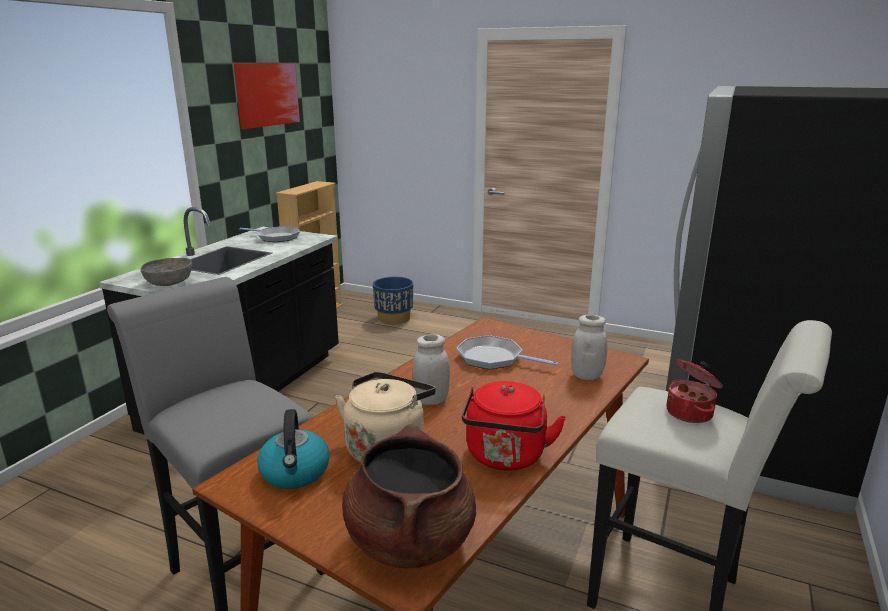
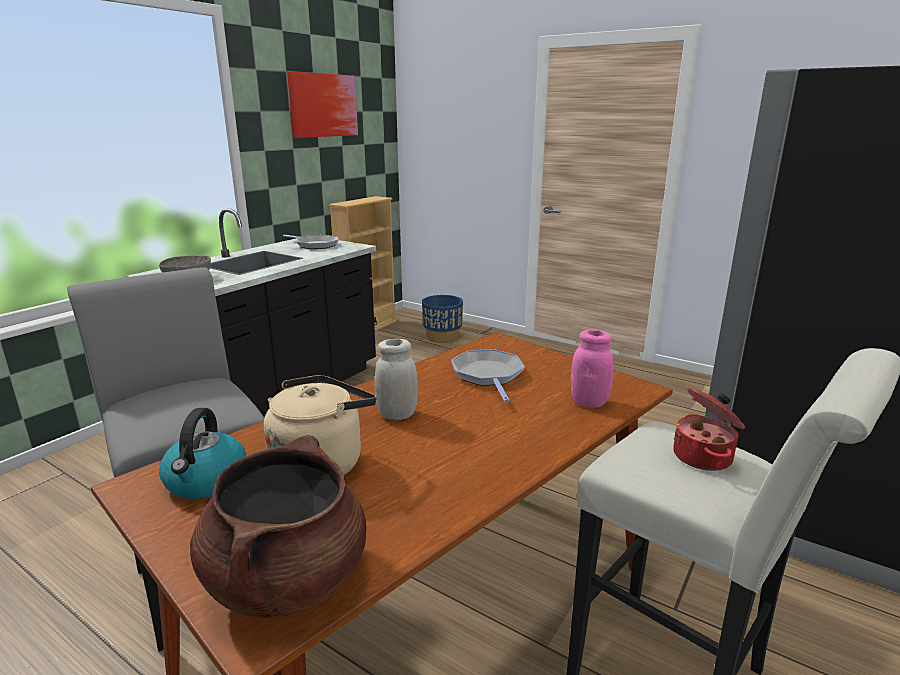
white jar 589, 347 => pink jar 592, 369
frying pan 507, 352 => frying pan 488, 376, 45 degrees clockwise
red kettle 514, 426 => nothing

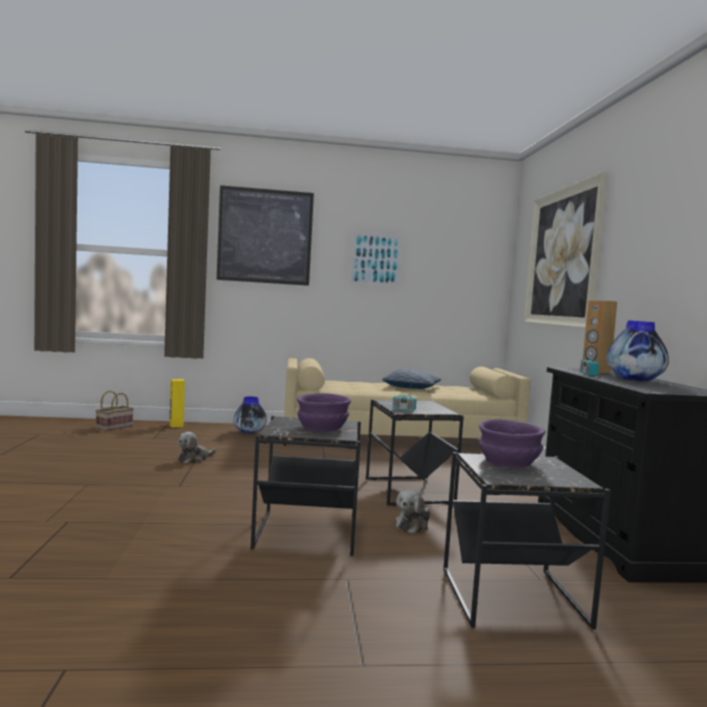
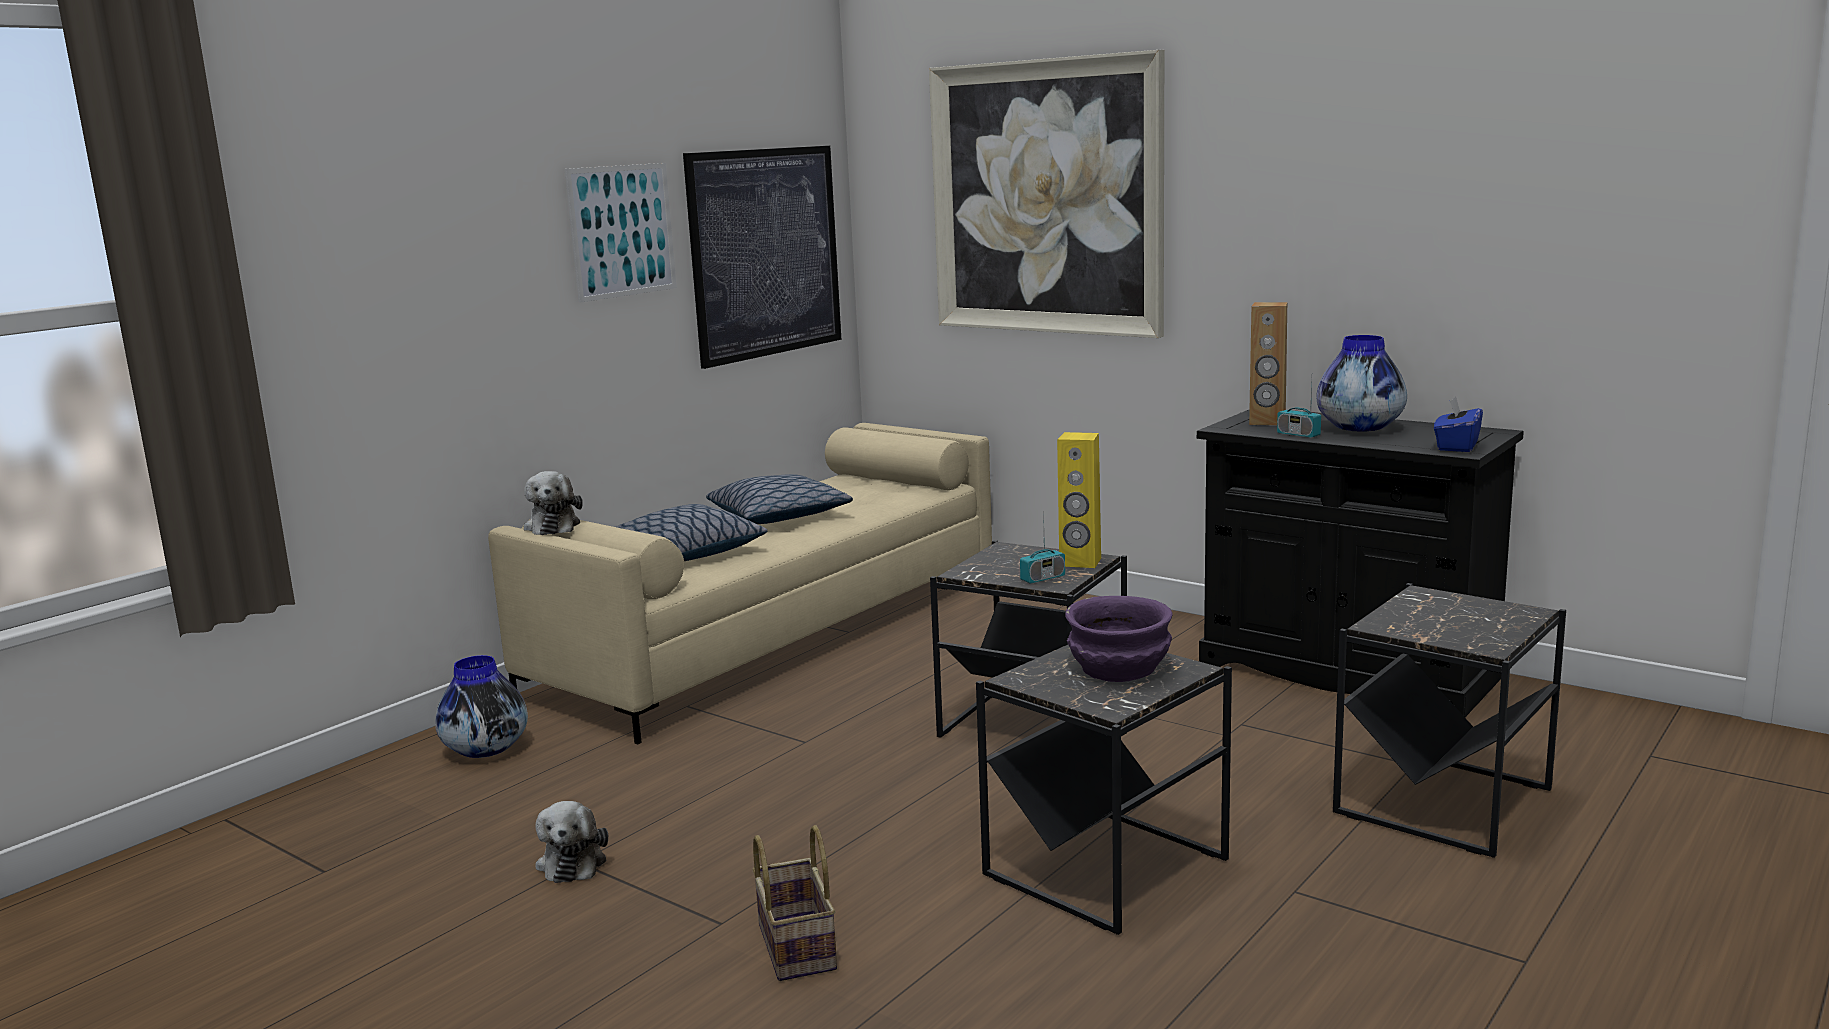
picture 265, 235 => picture 762, 257, relocated
yellow speaker 177, 403 => yellow speaker 1079, 500, relocated
basket 114, 411 => basket 795, 903, relocated
purple bowl 512, 443 => nothing
plush toy 413, 512 => plush toy 553, 503, relocated
nothing => blue tissue box 1458, 424
nothing => pillow 691, 532

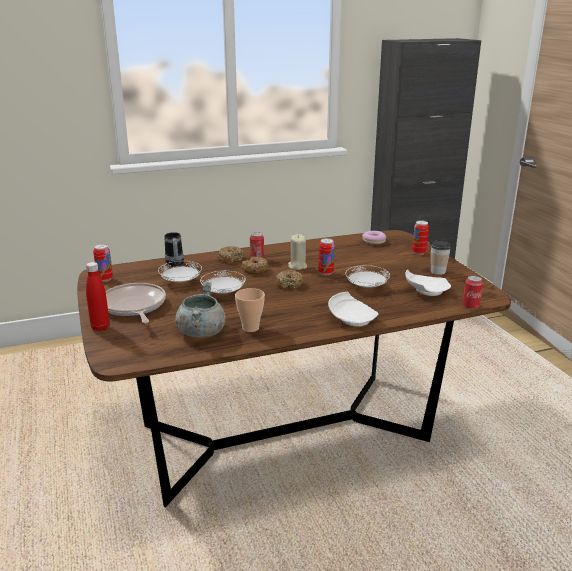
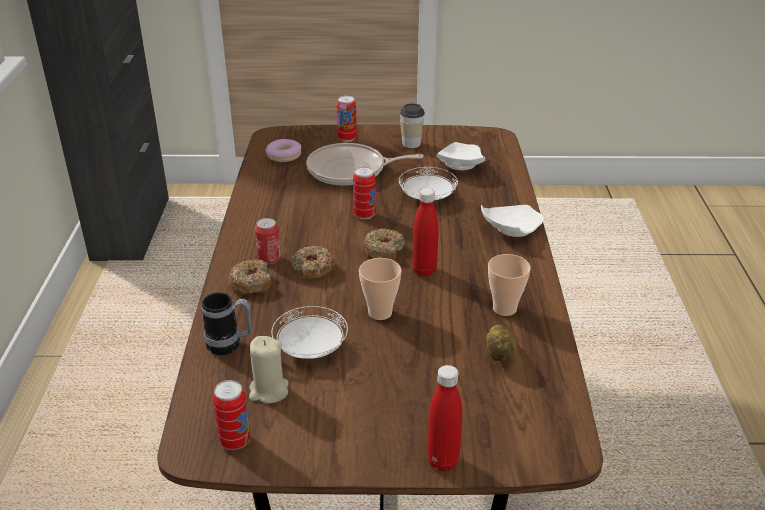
beige candle 297, 252 => beige candle 268, 369, relocated
white plate 223, 282 => cup 380, 289
can 473, 292 => nothing
grey cooking pot 200, 309 => potato 501, 343
frying pan 135, 303 => frying pan 365, 164, relocated
nothing => red bottle 425, 232

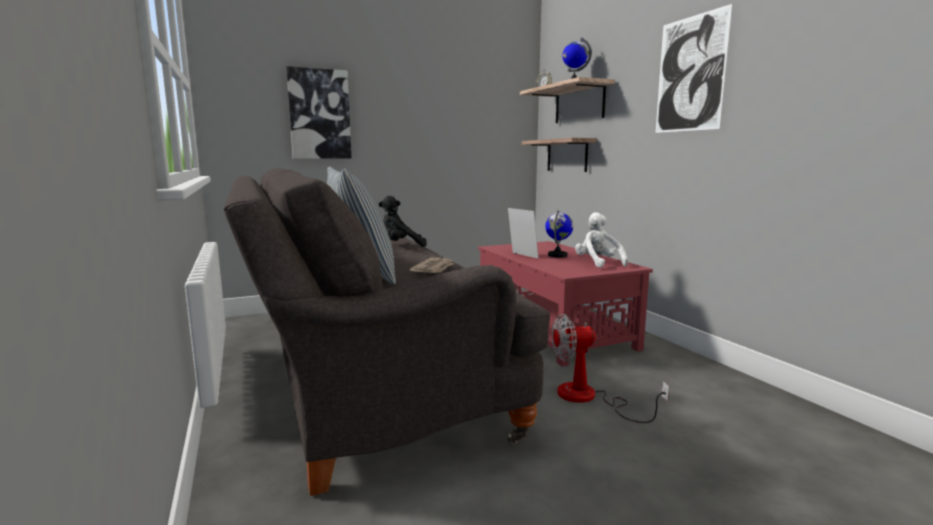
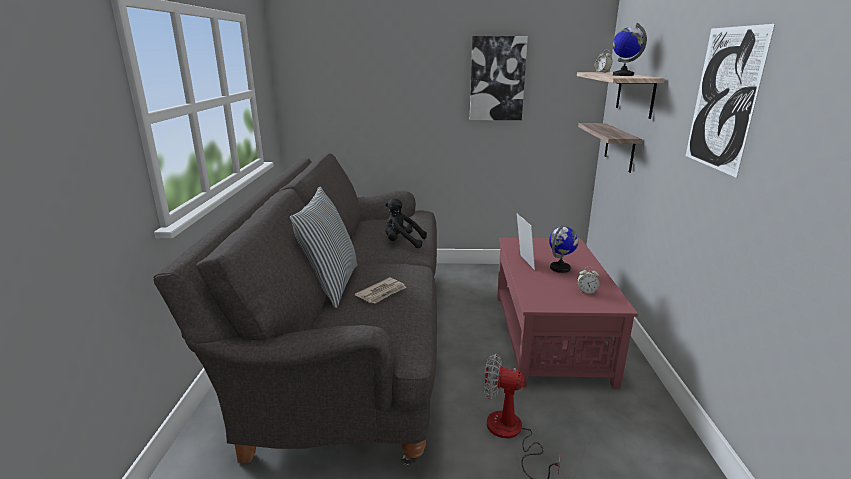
picture 319, 112 => picture 499, 78, relocated
white plush toy 601, 240 => alarm clock 588, 280

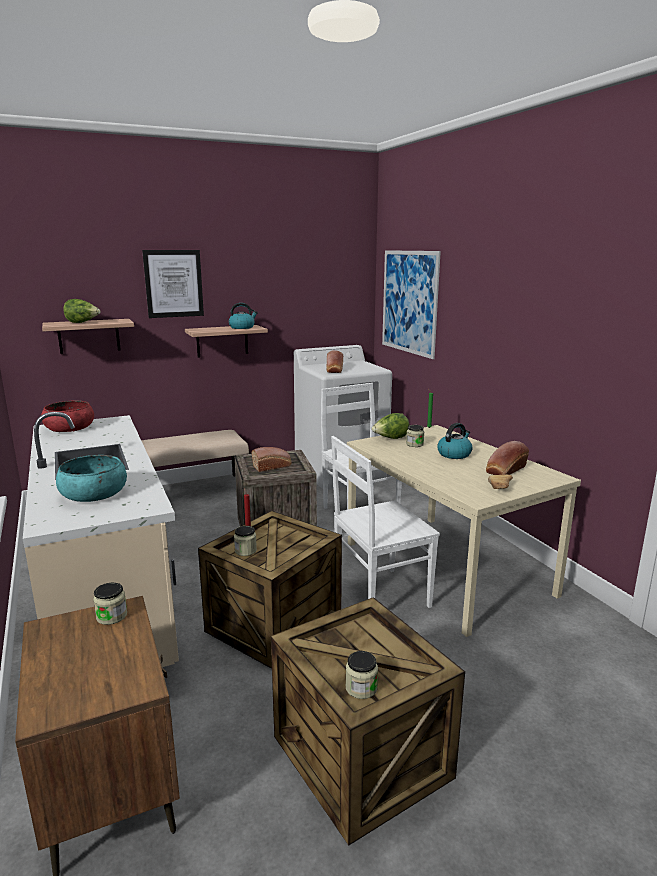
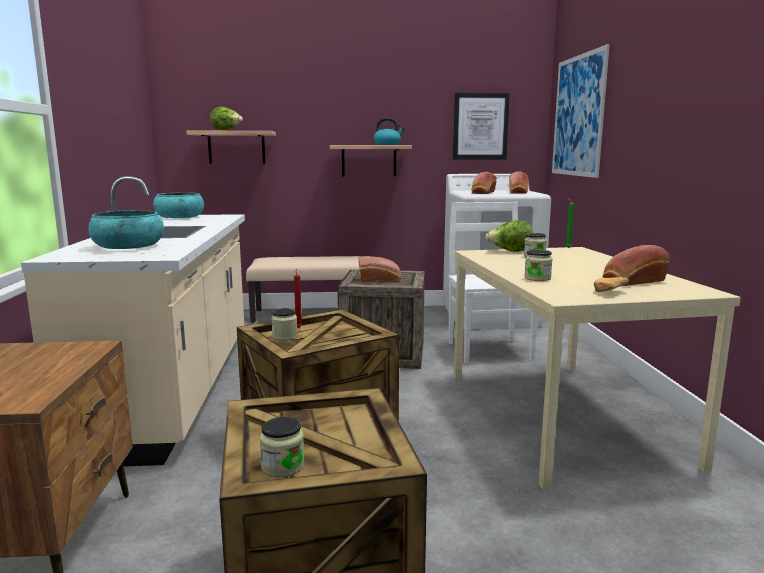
picture 173, 284 => picture 481, 126, relocated
red bowl 67, 416 => turquoise bowl 178, 205
kettle 455, 441 => nothing
white chair 385, 522 => nothing
jar 110, 604 => jar 538, 265, relocated
nothing => bread 519, 183

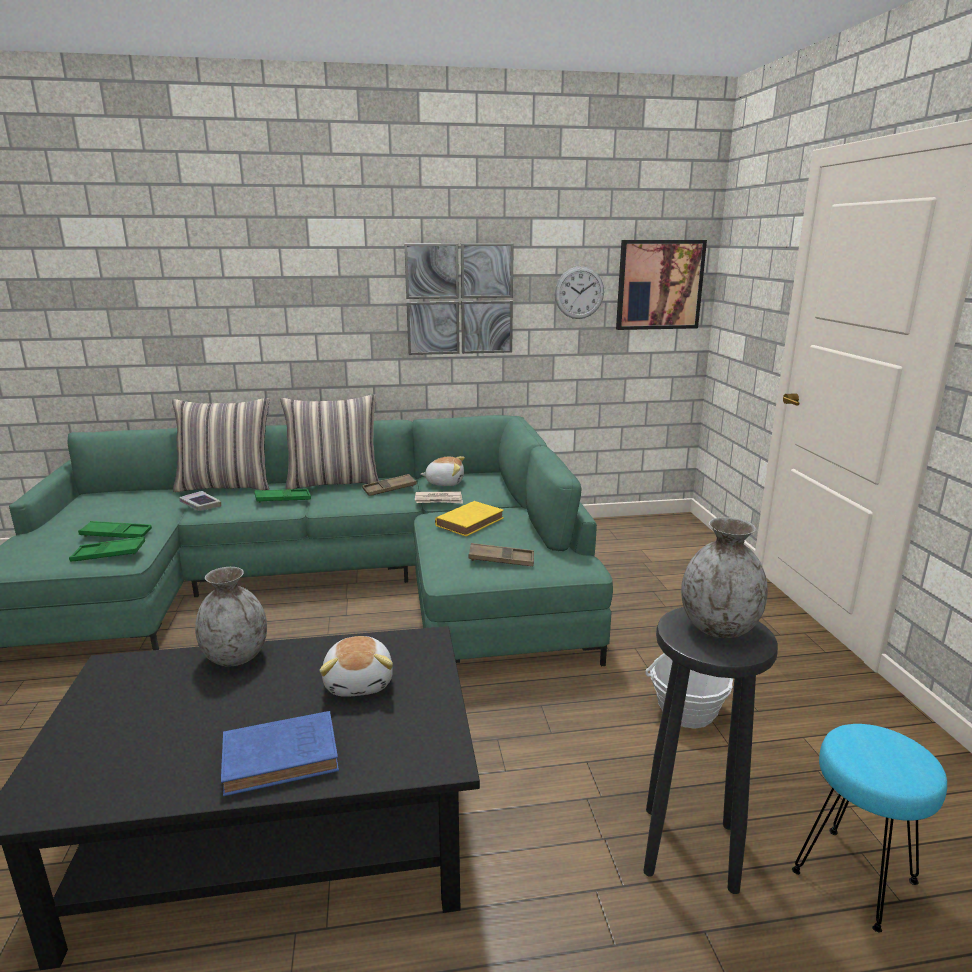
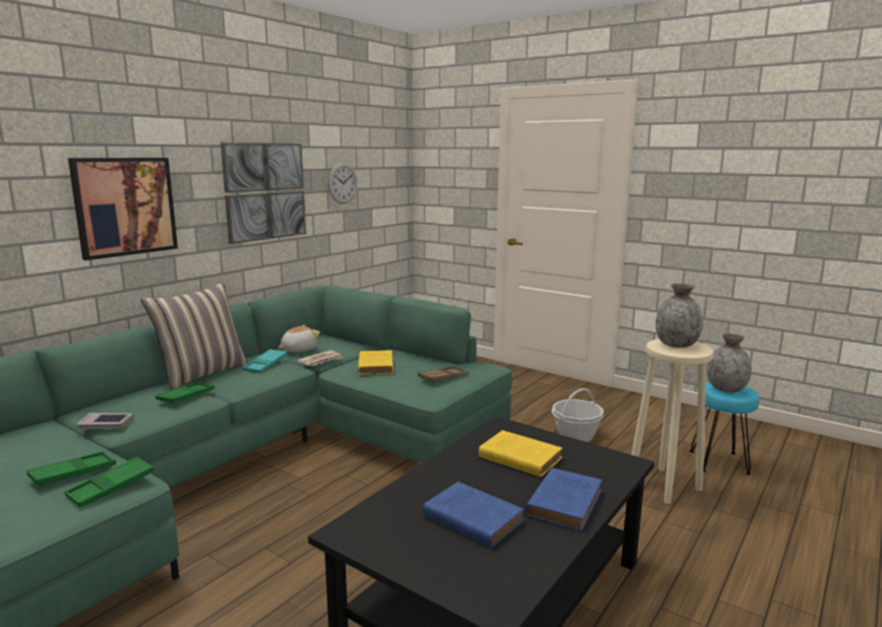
picture 661, 285 => picture 123, 209, relocated
pillow 220, 445 => nothing
brown tray 389, 485 => turquoise tray 265, 361
grey vase 231, 617 => grey vase 729, 363, relocated
black stool 711, 750 => beige stool 673, 421
plush toy 356, 666 => yellow book 520, 453
nothing => blue book 473, 515

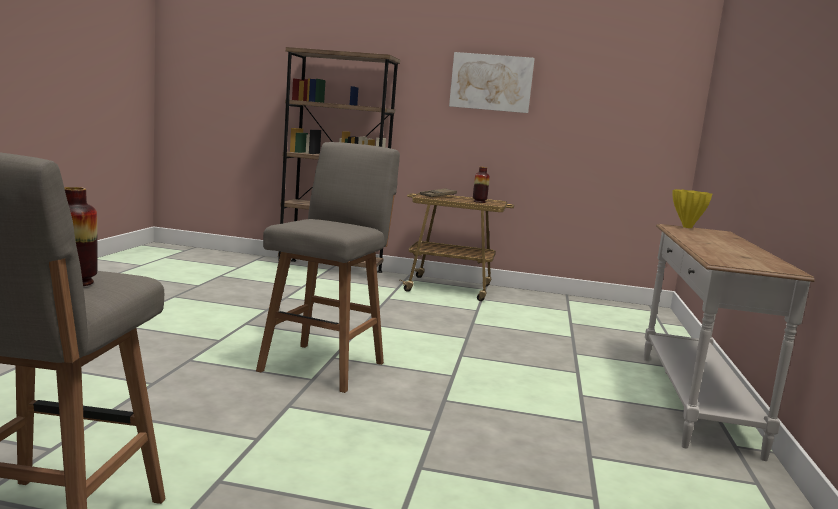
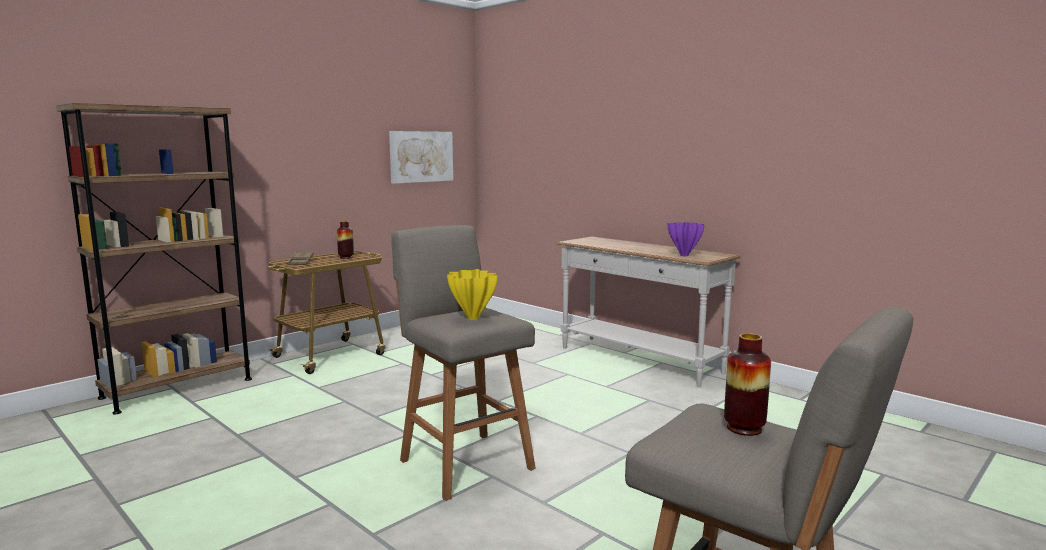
picture 492, 82 => picture 421, 157, relocated
yellow vase 692, 208 => yellow vase 472, 294, relocated
nothing => purple vase 686, 239

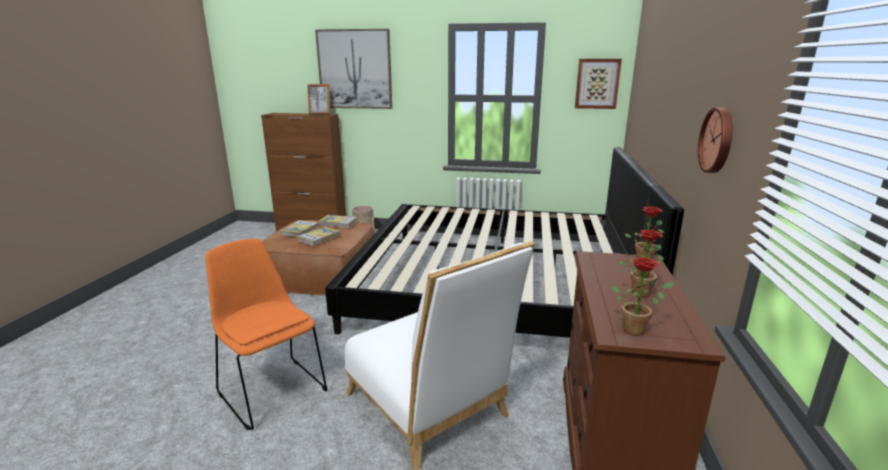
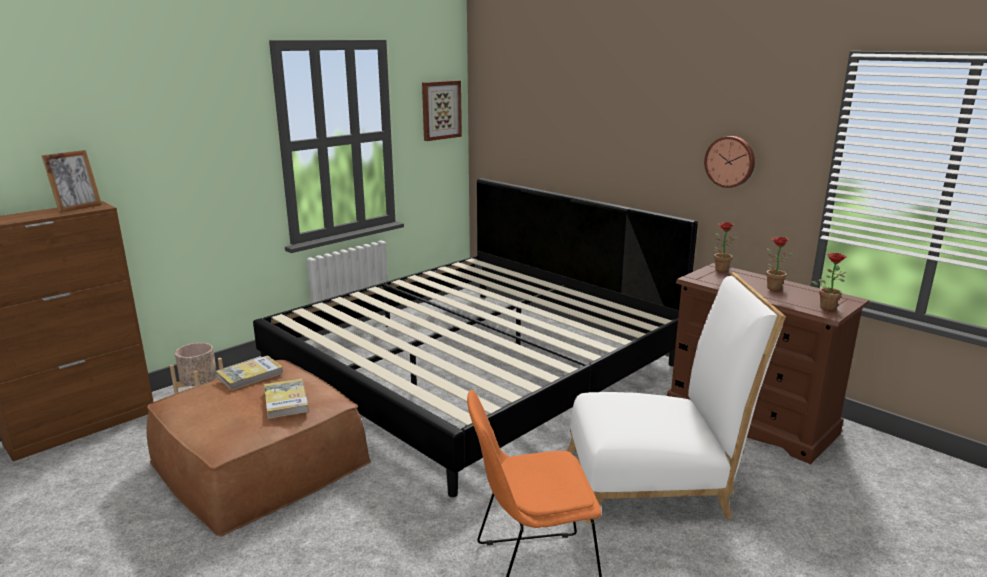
picture 353, 69 => nothing
book 299, 228 => nothing

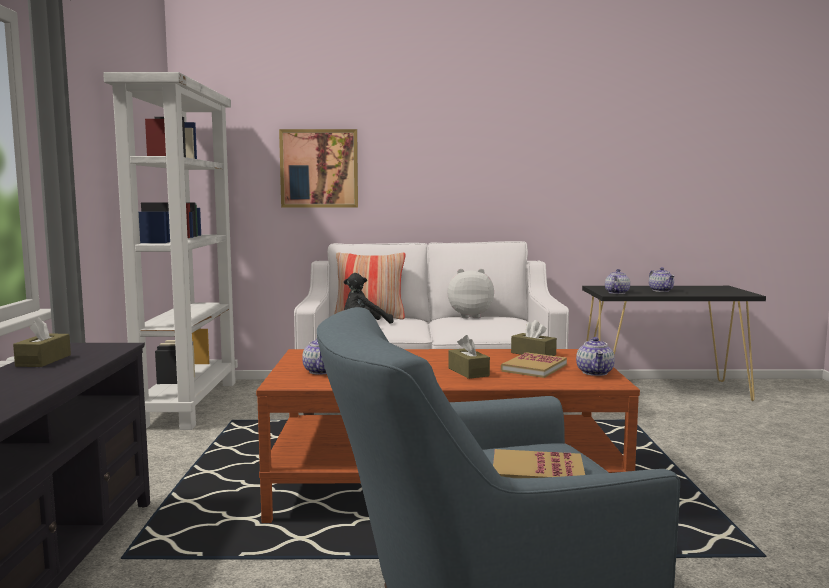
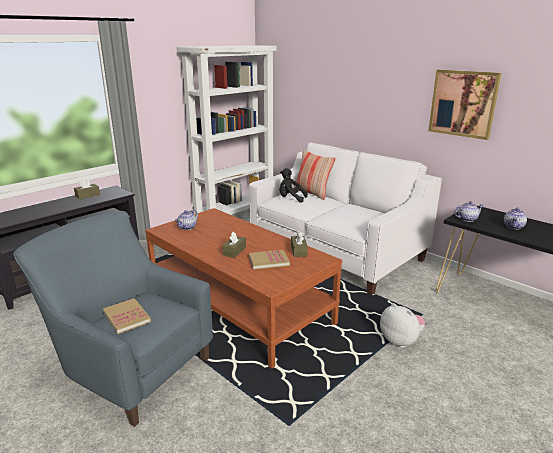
picture 318, 168 => picture 464, 105, relocated
plush toy 470, 293 => plush toy 402, 325, relocated
teapot 595, 356 => nothing

